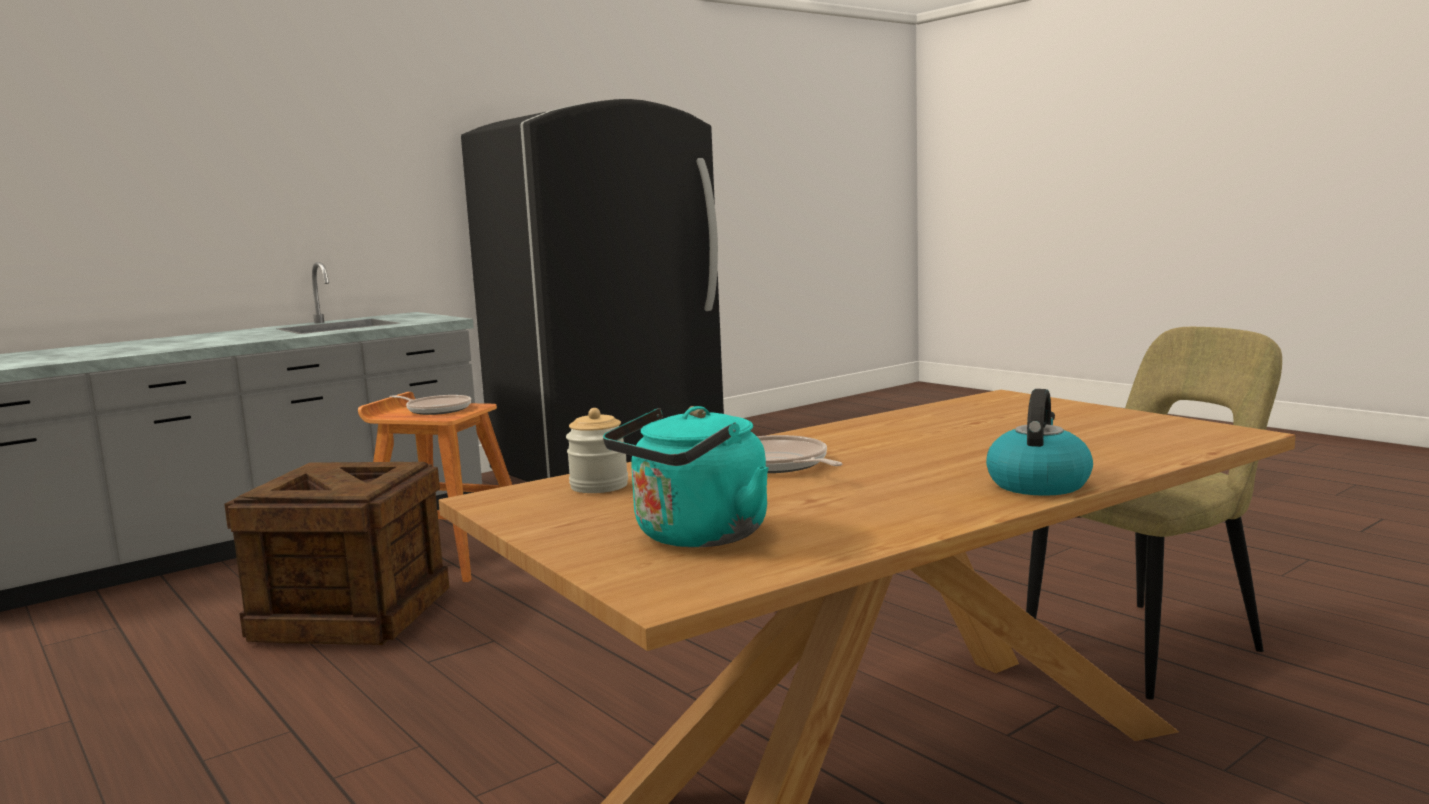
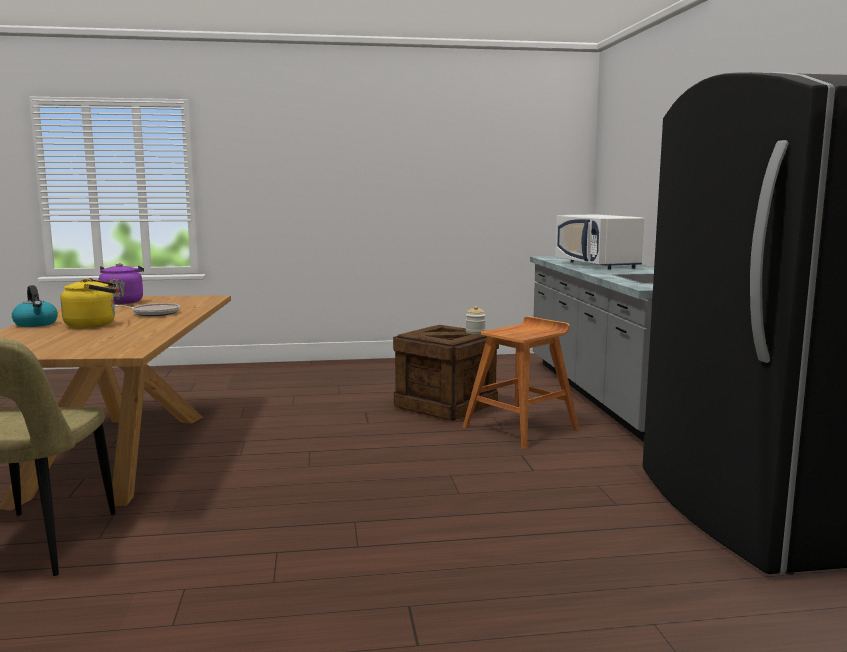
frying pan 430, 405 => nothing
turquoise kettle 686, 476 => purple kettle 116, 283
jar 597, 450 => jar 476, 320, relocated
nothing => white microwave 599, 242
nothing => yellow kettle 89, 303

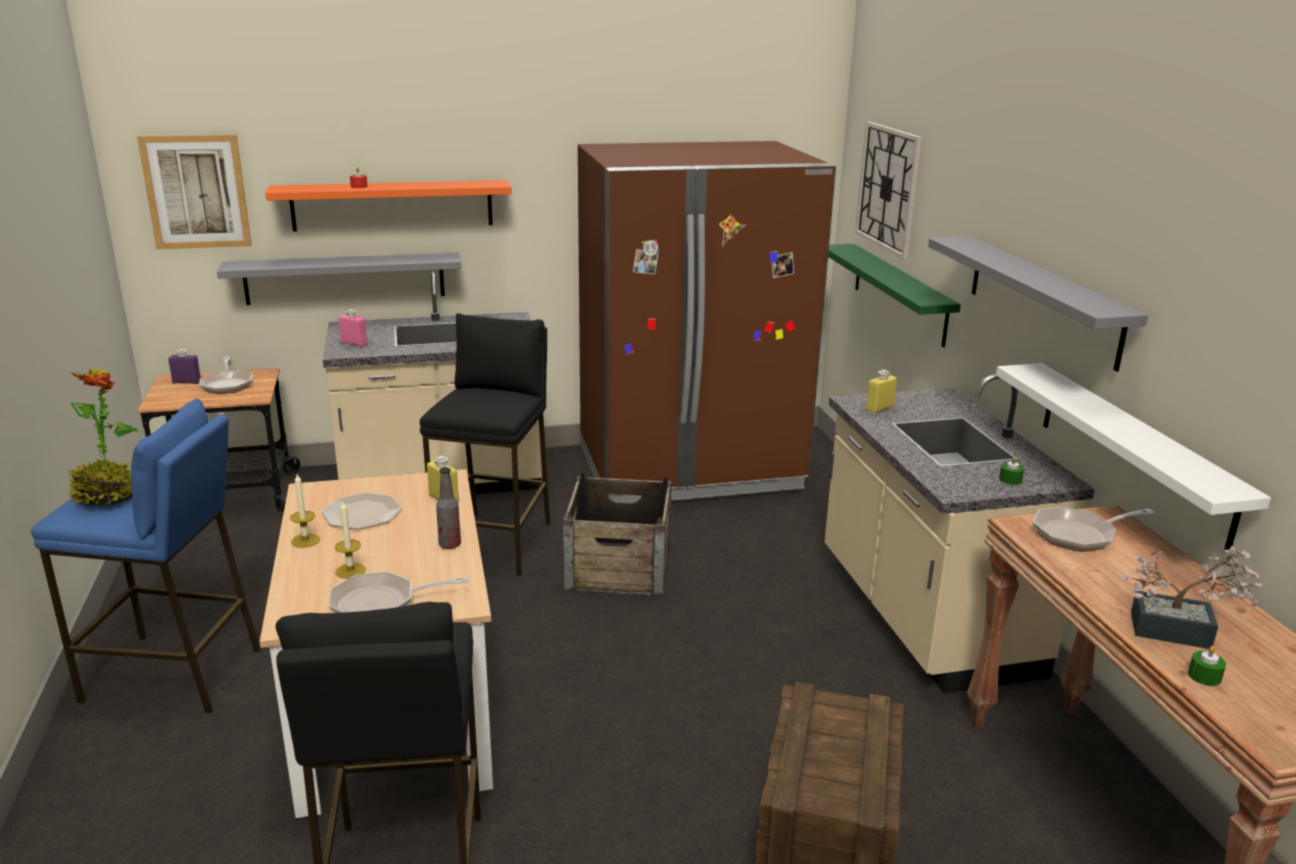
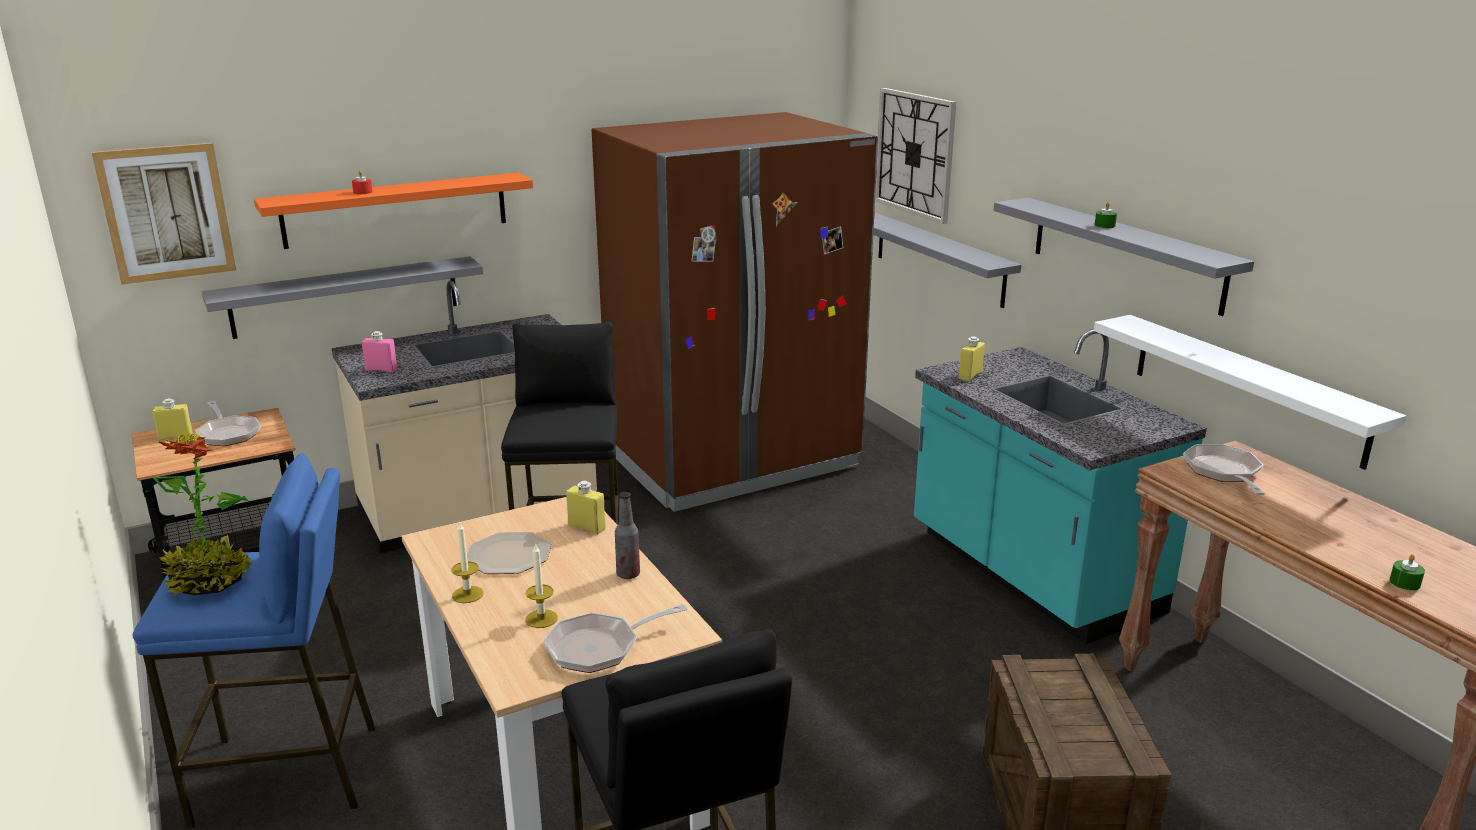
green shelf 894, 295 => grey shelf 947, 260
purple bottle 184, 366 => yellow bottle 172, 419
beige counter 960, 533 => turquoise counter 1060, 486
green candle 1011, 470 => green candle 1106, 215, relocated
crate 617, 534 => nothing
frying pan 1094, 529 => frying pan 1224, 469, 120 degrees clockwise
potted plant 1191, 597 => nothing

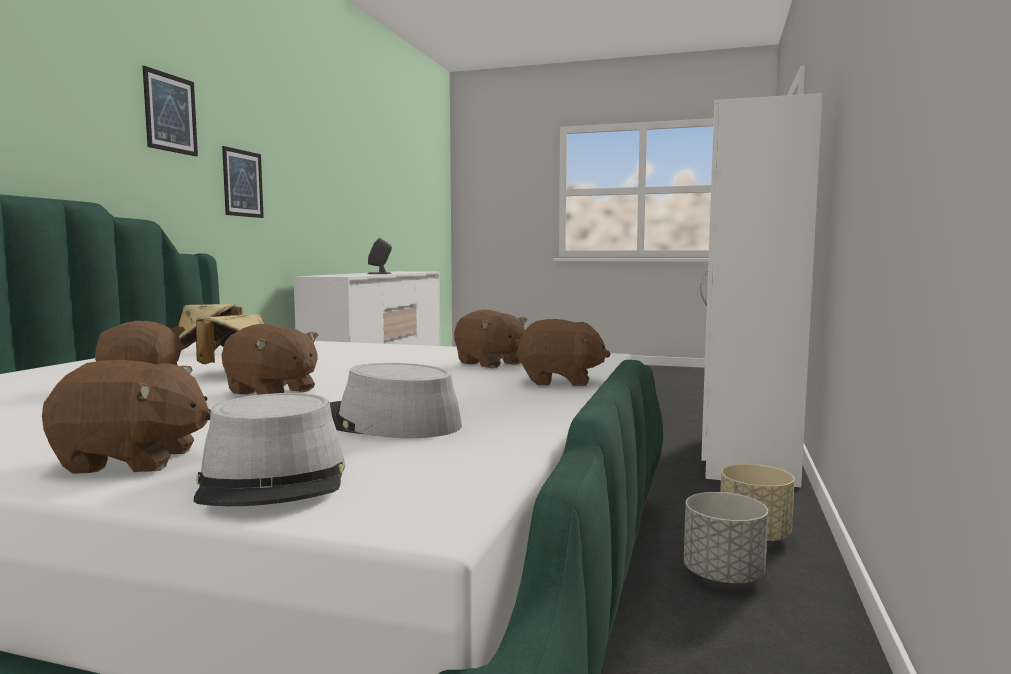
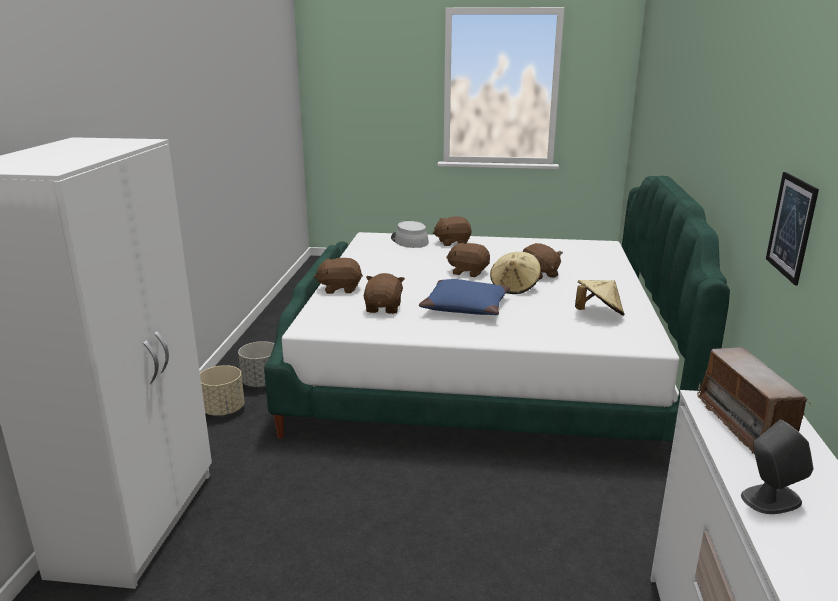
picture 170, 111 => nothing
brown plush toy 490, 339 => brown plush toy 384, 293, 60 degrees clockwise
grey hat 396, 400 => nothing
nothing => blue pillow 465, 297
nothing => radio 754, 400

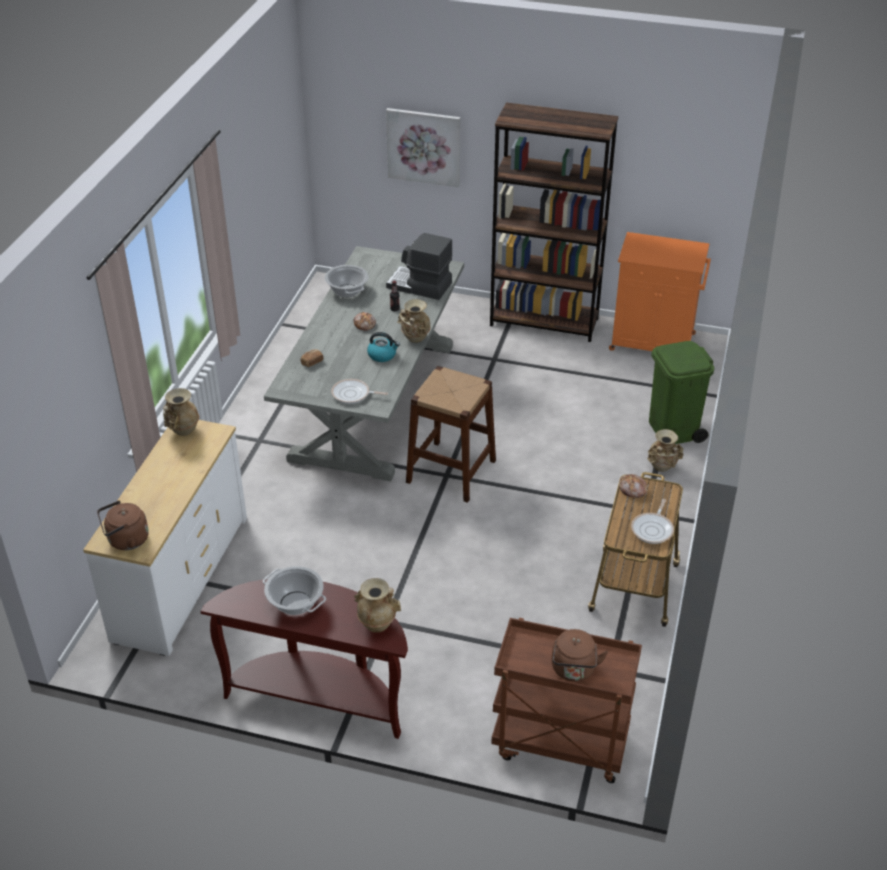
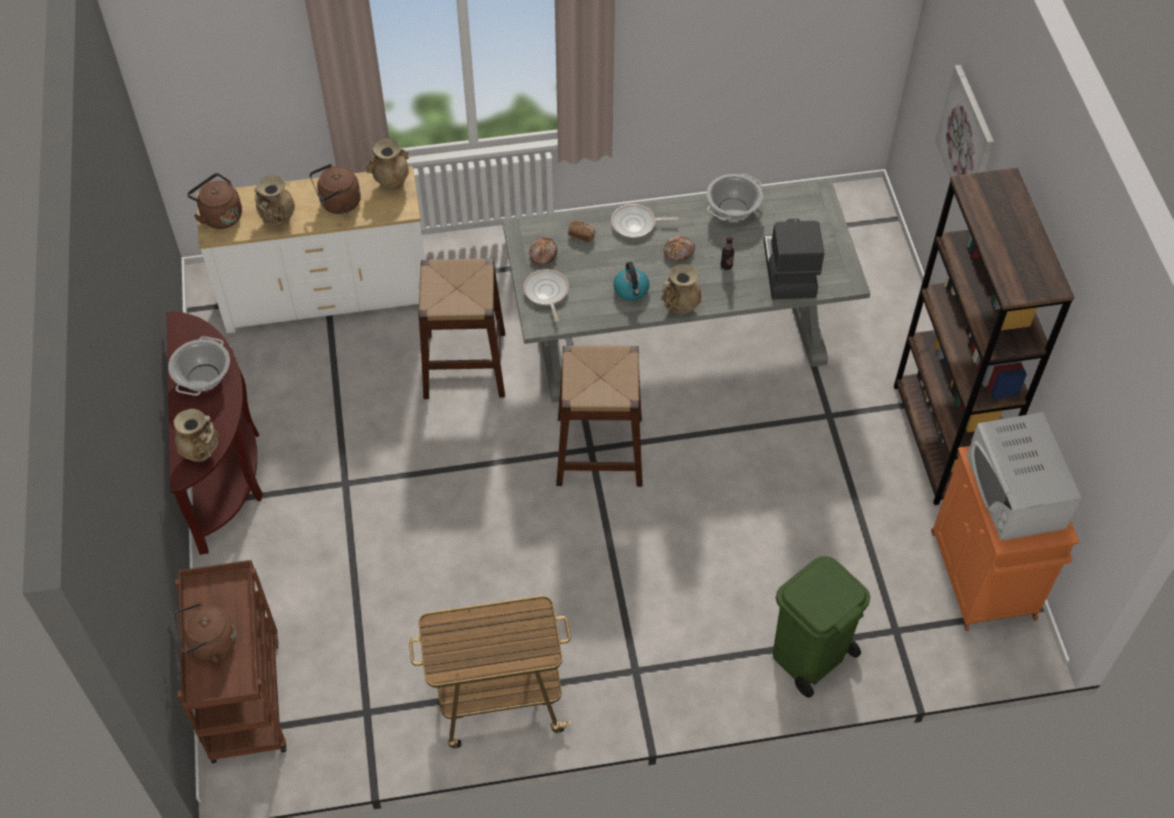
beige vase 665, 450 => beige vase 274, 200, relocated
bread 633, 486 => bread 543, 251, relocated
frying pan 652, 521 => frying pan 644, 221, relocated
nothing => brown kettle 335, 189
nothing => brown stool 461, 328
nothing => white microwave 1024, 476

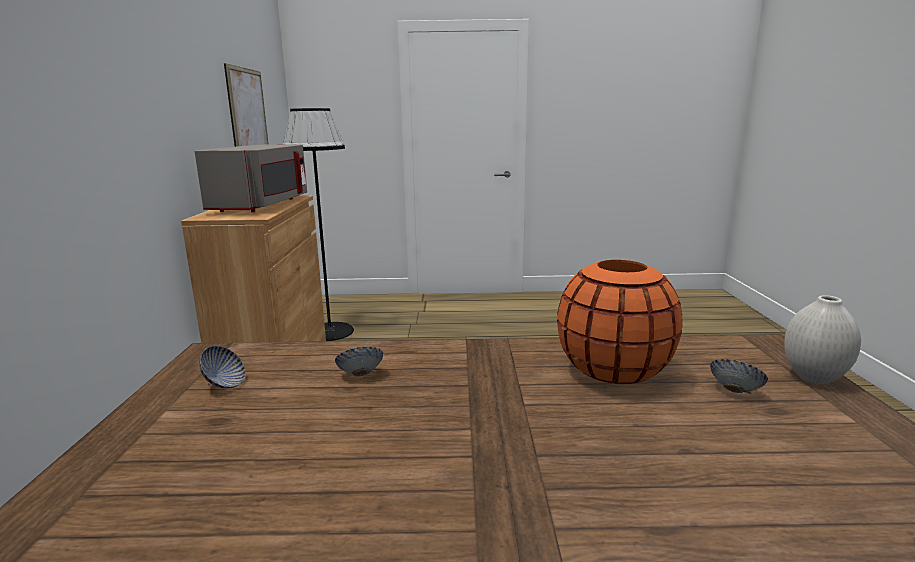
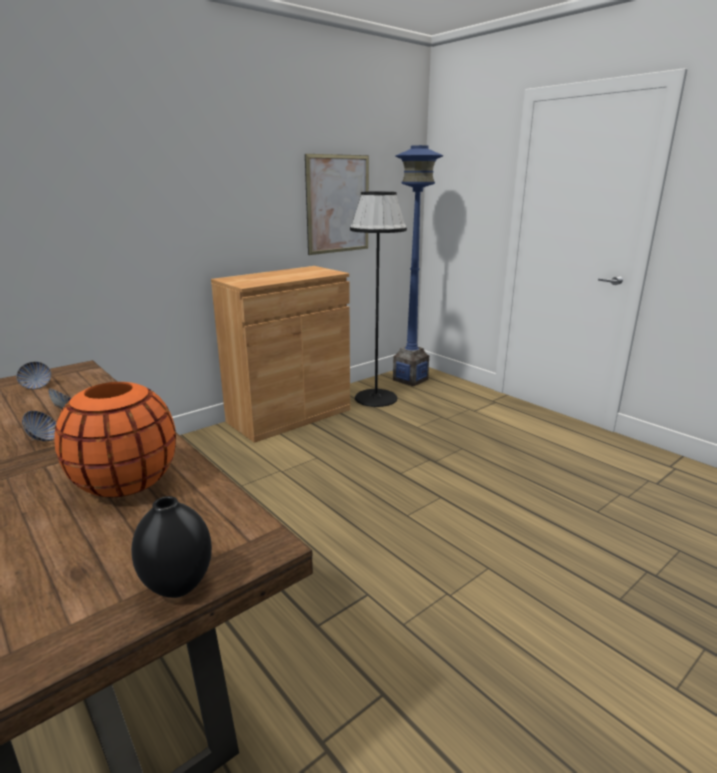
grey microwave 251, 178 => nothing
white vase 822, 339 => black vase 171, 547
bowl 739, 376 => bowl 39, 426, relocated
nothing => blue floor lamp 418, 265

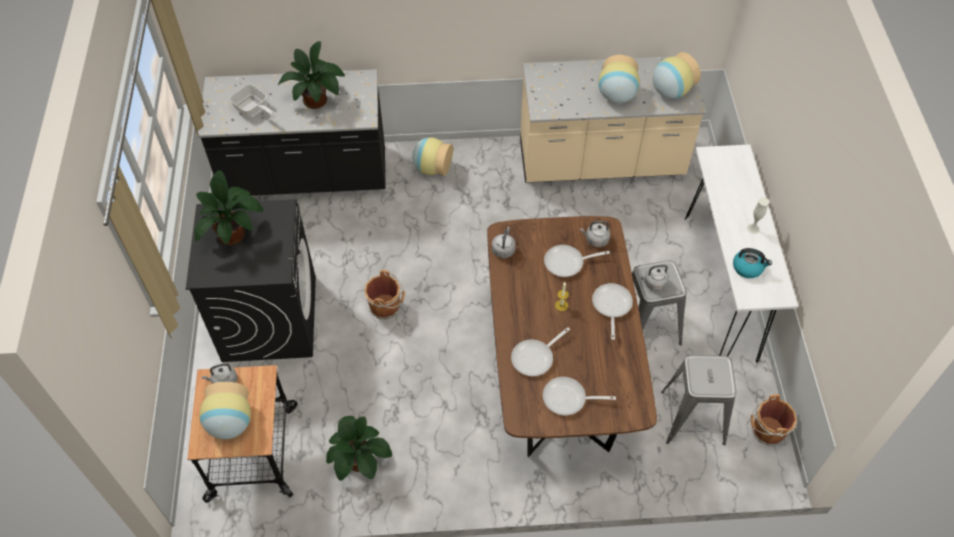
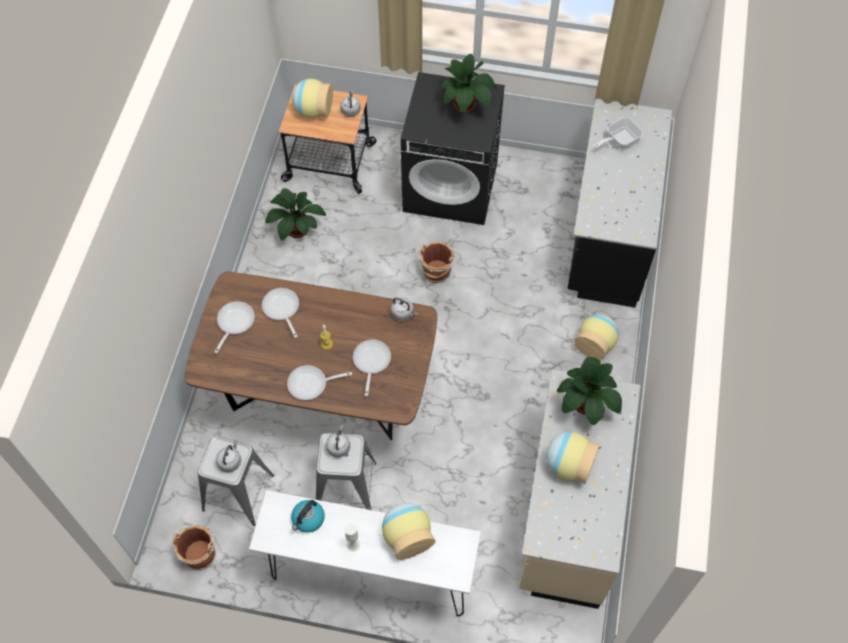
potted plant 311, 75 => potted plant 589, 391, relocated
vase 676, 75 => vase 408, 531, relocated
grey kettle 595, 234 => grey kettle 228, 456, relocated
frying pan 612, 311 => frying pan 319, 382, 150 degrees clockwise

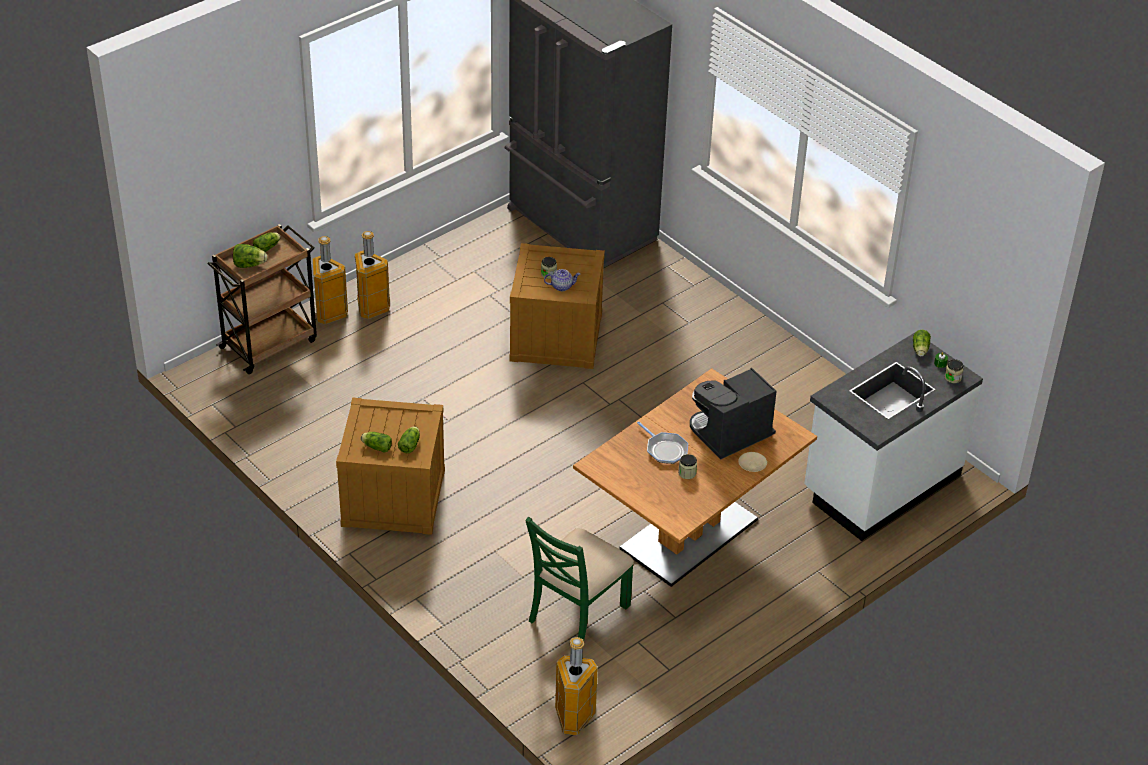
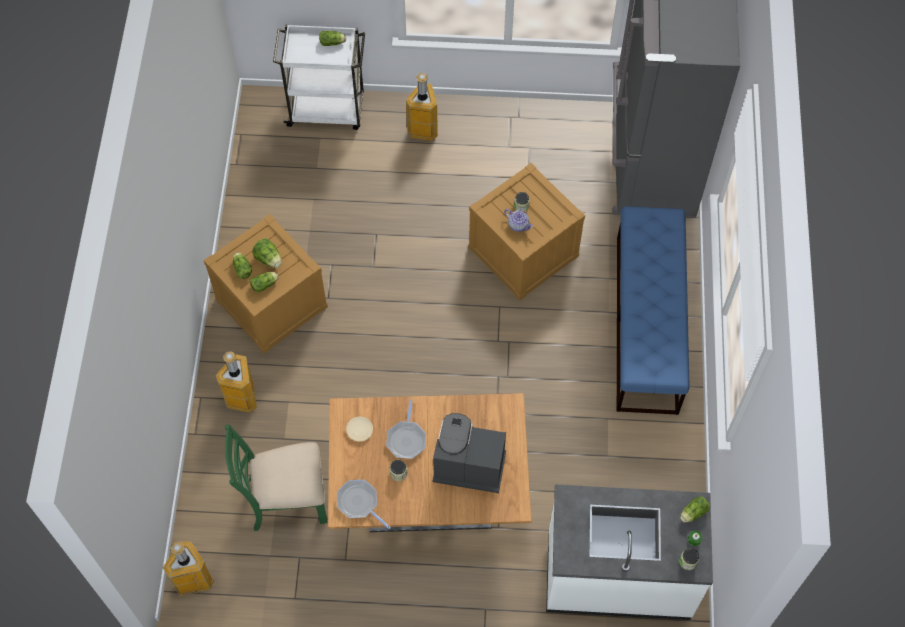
brown cart 262, 299 => white cart 319, 77
trash can 330, 280 => trash can 236, 382, relocated
lettuce 250, 256 => lettuce 267, 253, relocated
beige plate 752, 462 => beige plate 359, 429, relocated
nothing => blue bench 653, 310
nothing => frying pan 364, 504

